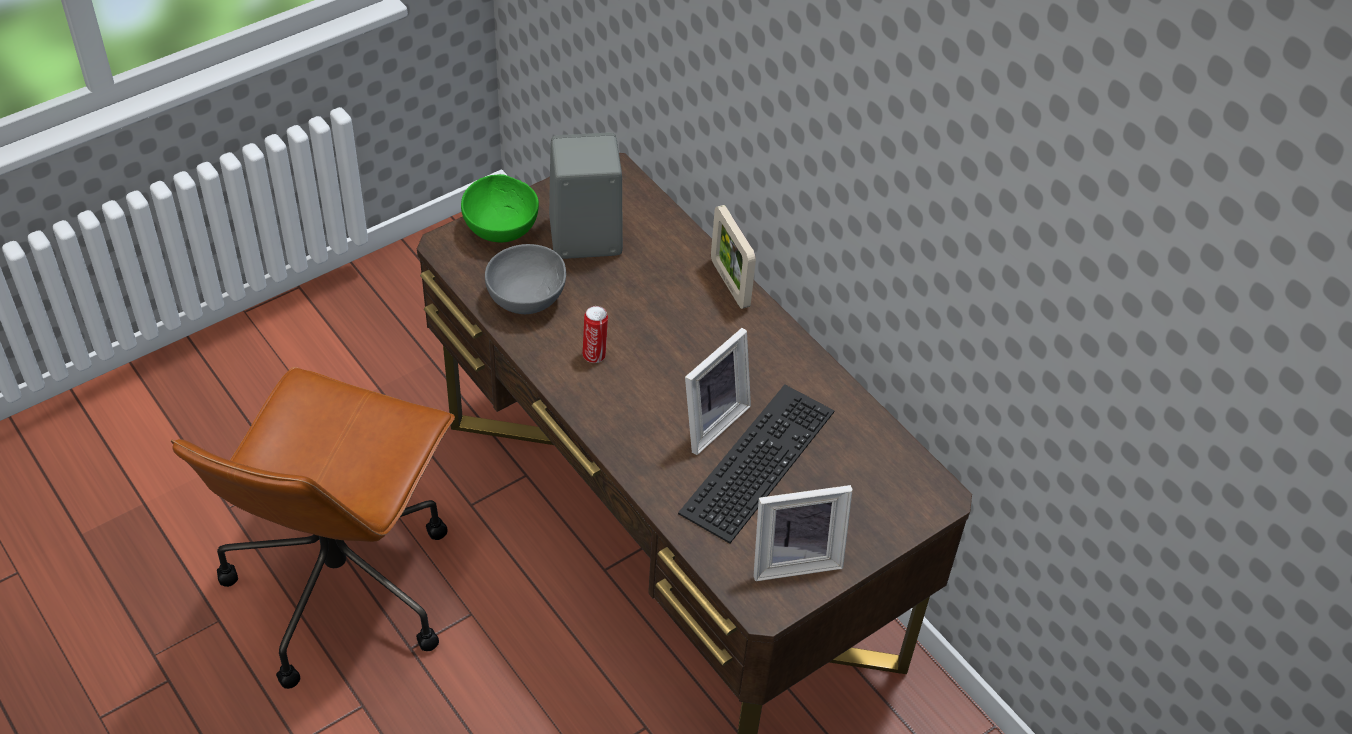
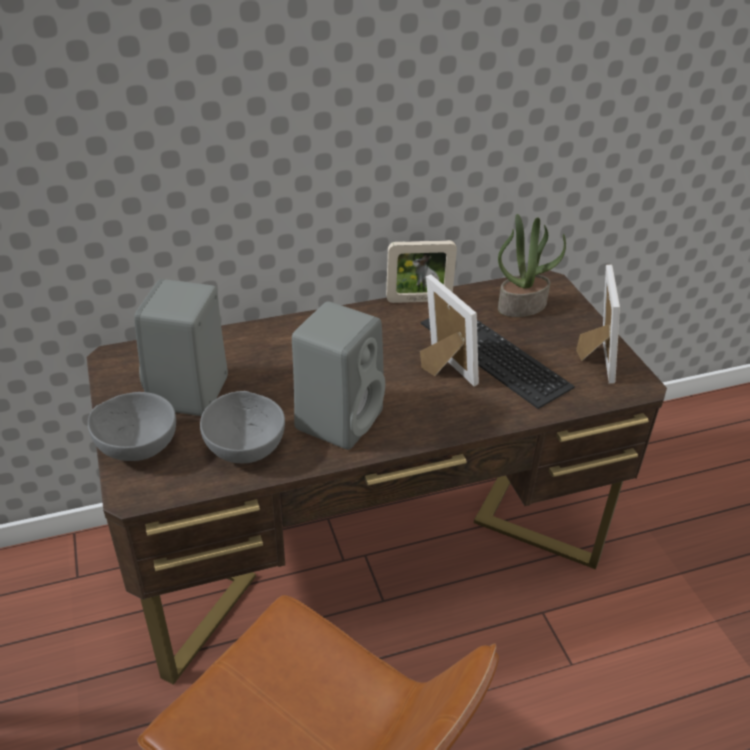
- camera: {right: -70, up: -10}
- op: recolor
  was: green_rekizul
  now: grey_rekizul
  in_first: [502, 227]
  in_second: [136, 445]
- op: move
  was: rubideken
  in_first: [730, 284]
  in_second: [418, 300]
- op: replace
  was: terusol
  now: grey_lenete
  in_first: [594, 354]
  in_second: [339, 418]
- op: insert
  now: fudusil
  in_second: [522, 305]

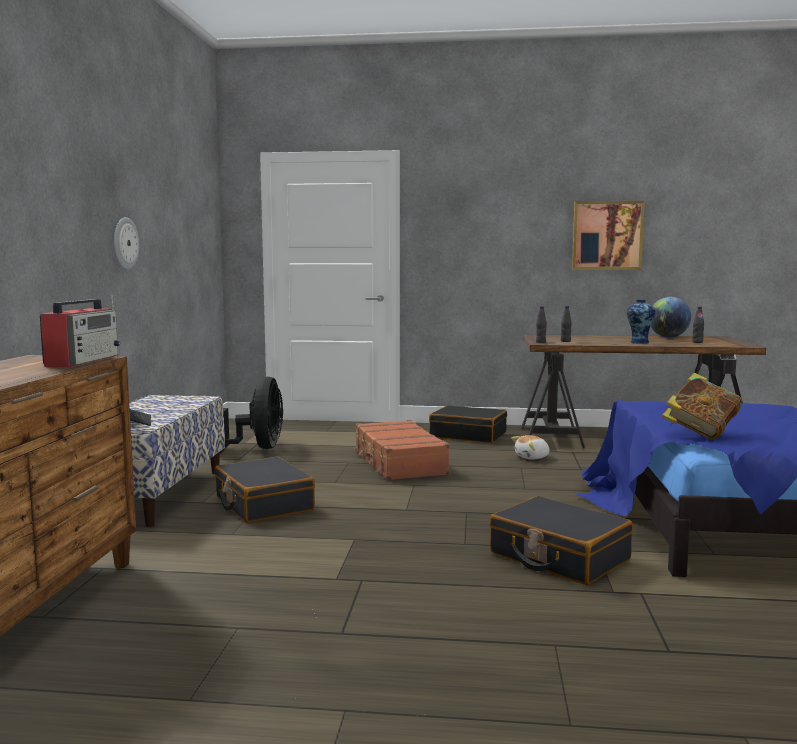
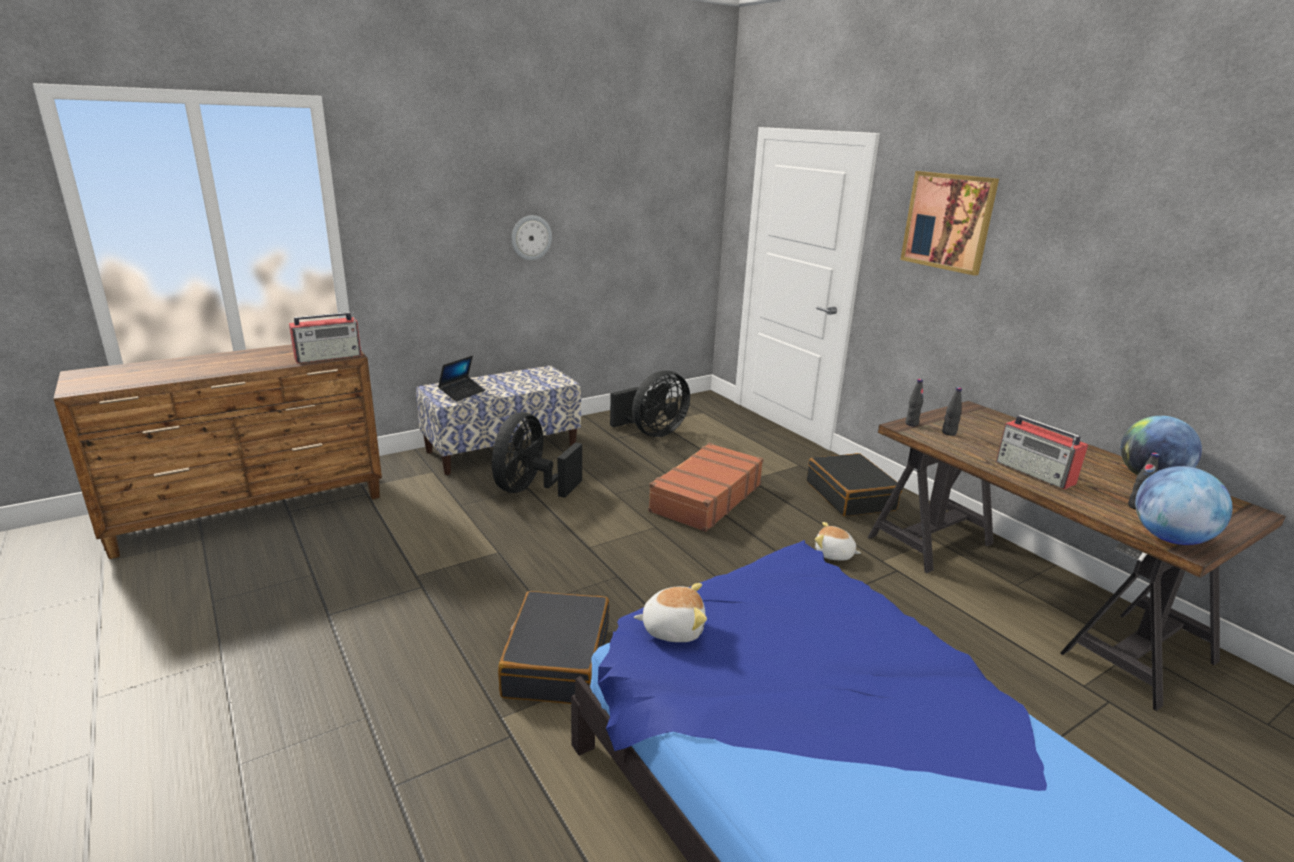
- camera: {right: 50, up: 15}
- op: move
  was: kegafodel
  in_first: [607, 235]
  in_second: [948, 221]
- op: replace
  was: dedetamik
  now: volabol
  in_first: [639, 343]
  in_second: [1035, 473]
- op: replace
  was: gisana
  now: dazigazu
  in_first: [700, 433]
  in_second: [672, 628]
- op: replace
  was: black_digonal
  now: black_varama
  in_first: [263, 504]
  in_second: [531, 489]
- op: insert
  now: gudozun
  in_second: [1169, 538]

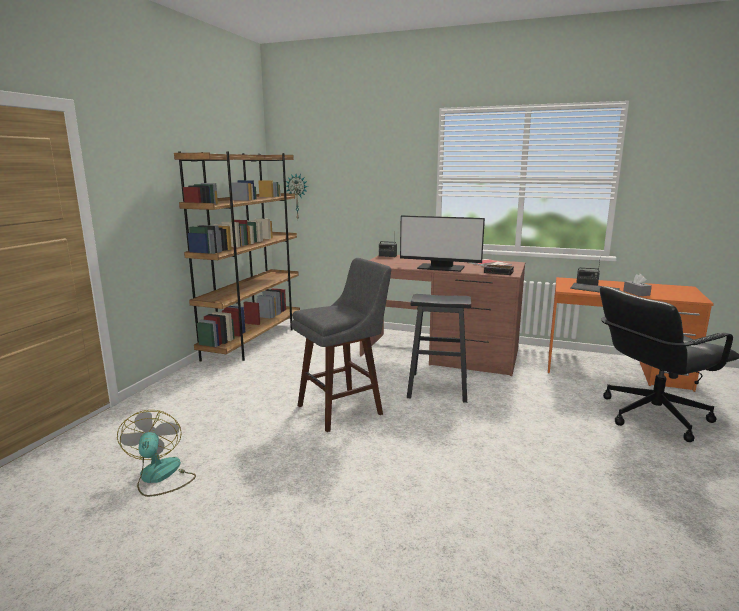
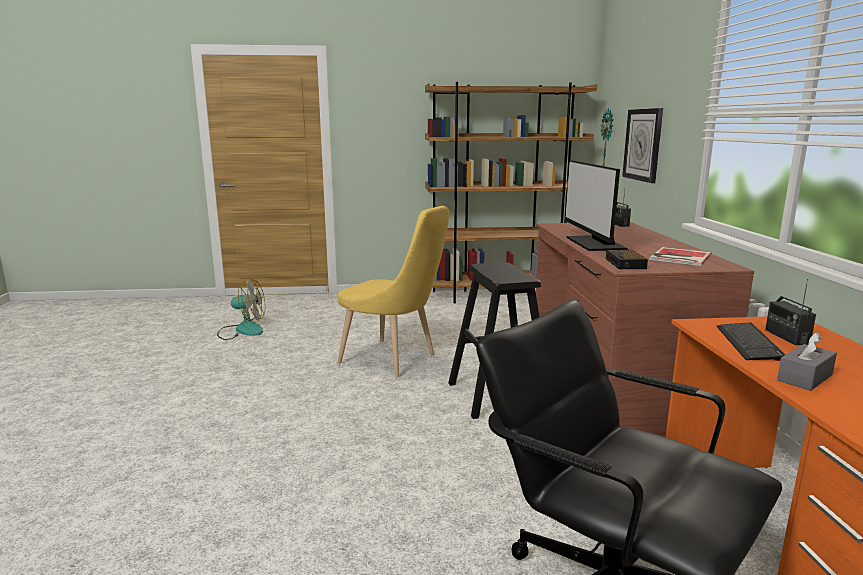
- camera: {right: 65, up: 0}
- op: replace
  was: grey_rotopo
  now: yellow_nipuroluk
  in_first: [343, 408]
  in_second: [393, 360]
- op: rotate
  was: varama
  in_first: [160, 477]
  in_second: [242, 330]
  clockwise: 45
- op: insert
  now: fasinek
  in_second: [643, 144]

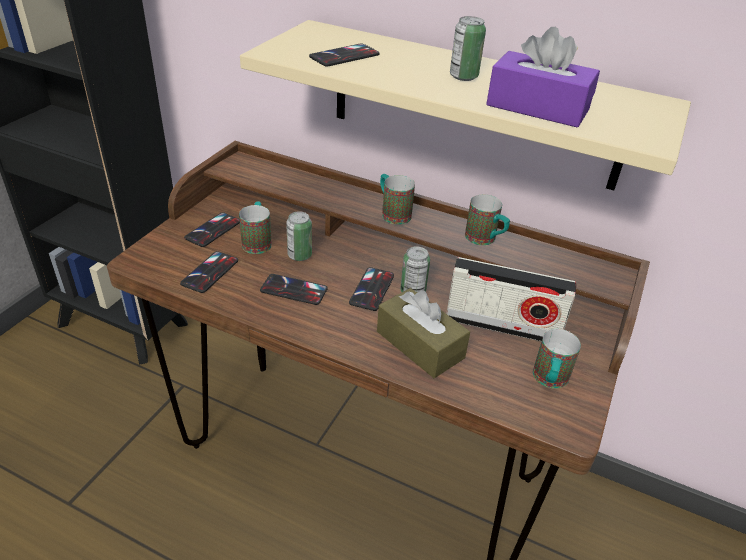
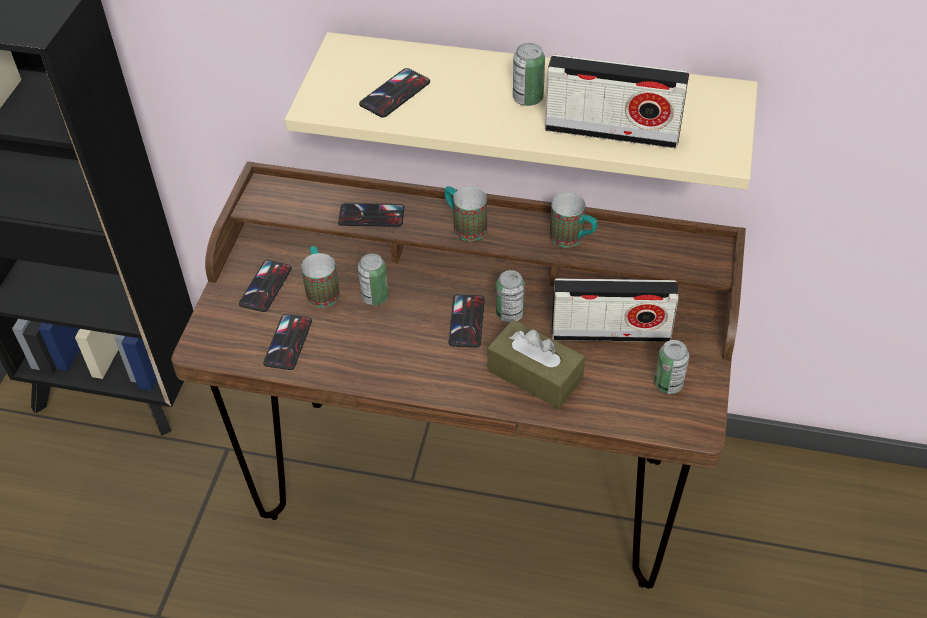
- camera: {right: -10, up: 10}
- op: replace
  was: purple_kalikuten
  now: volabol
  in_first: [537, 107]
  in_second: [612, 131]
- op: move
  was: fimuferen
  in_first: [293, 290]
  in_second: [371, 216]
- op: replace
  was: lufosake
  now: terusol
  in_first: [549, 381]
  in_second: [668, 384]

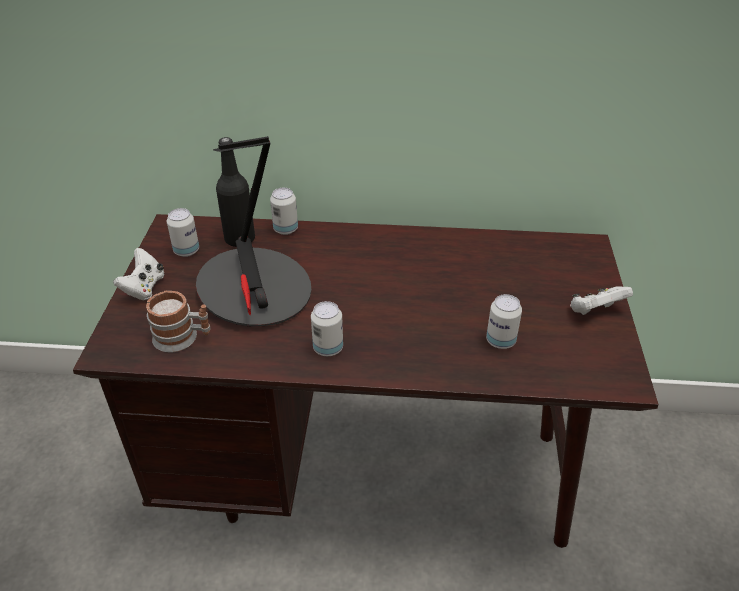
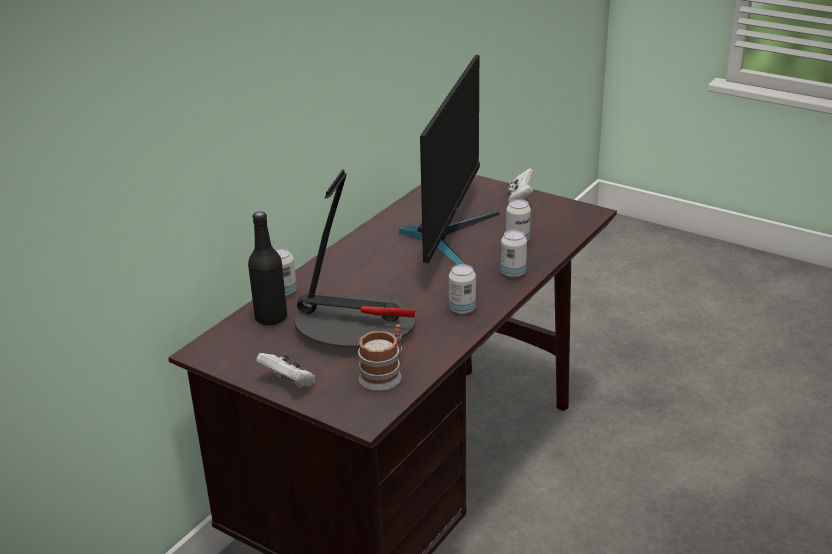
- camera: {right: -60, up: -10}
- op: move
  was: terusol
  in_first: [186, 251]
  in_second: [513, 273]
- op: insert
  now: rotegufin
  in_second: [448, 237]

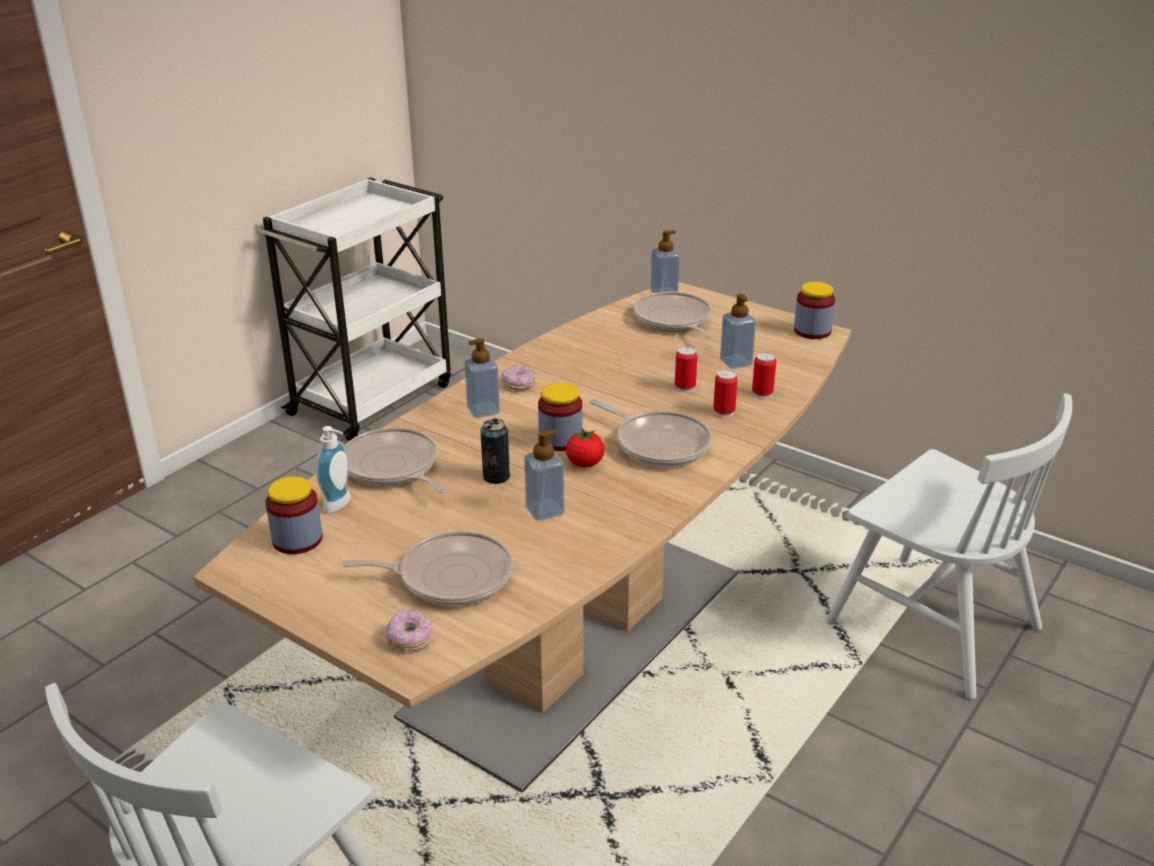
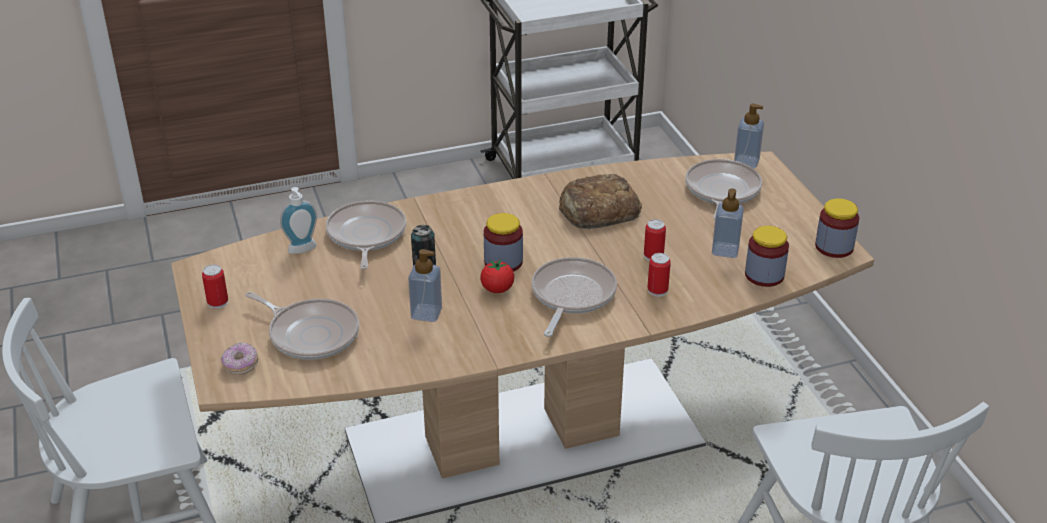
- camera: {right: 35, up: 5}
- op: delete
  was: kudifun
  in_first: [483, 410]
- op: move
  was: terusol
  in_first: [762, 393]
  in_second: [218, 302]
- op: delete
  was: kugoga
  in_first: [518, 385]
- op: rotate
  was: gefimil
  in_first: [658, 444]
  in_second: [571, 296]
  clockwise: -150
- op: move
  was: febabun
  in_first: [297, 540]
  in_second: [764, 275]
- op: insert
  now: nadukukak
  in_second: [597, 210]

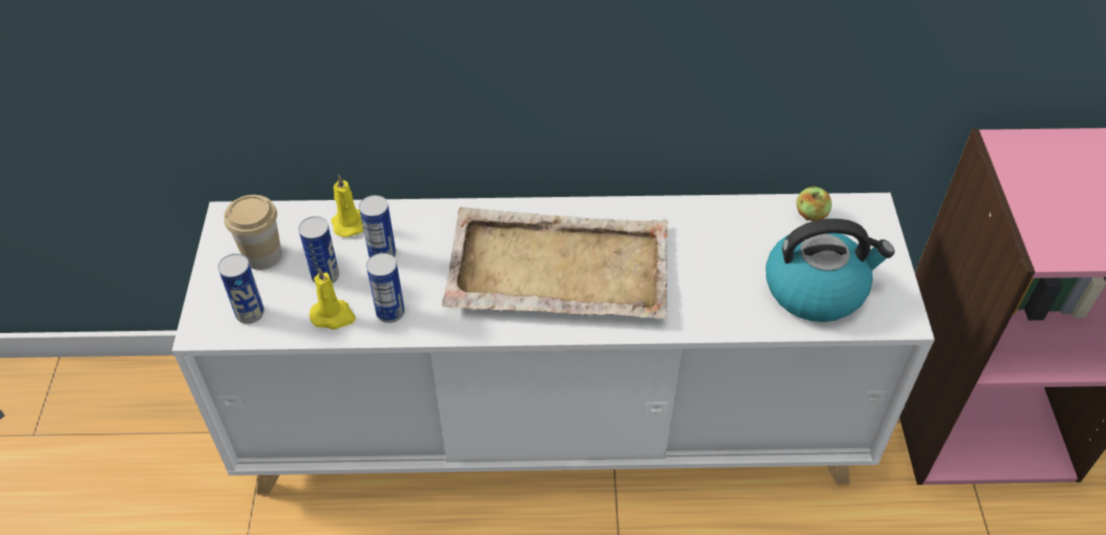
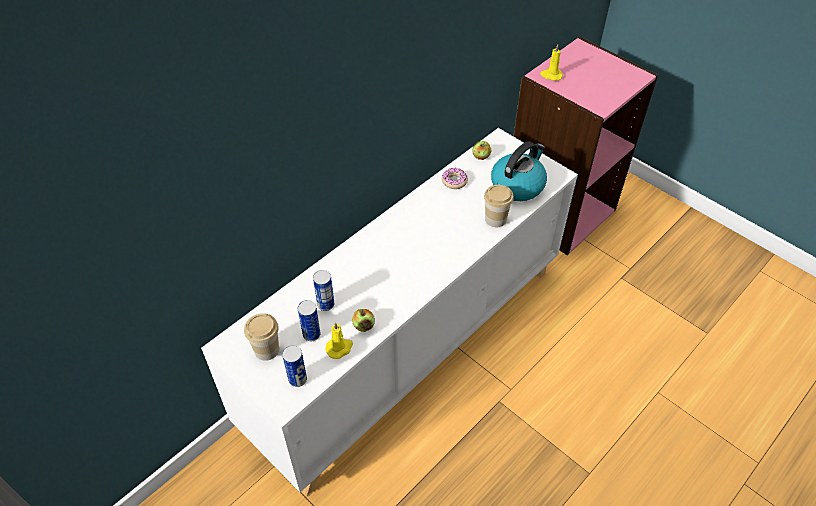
- camera: {right: -45, up: 0}
- op: move
  was: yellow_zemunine
  in_first: [348, 223]
  in_second: [551, 75]
- op: delete
  was: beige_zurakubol
  in_first: [556, 268]
- op: replace
  was: terusol
  now: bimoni
  in_first: [390, 312]
  in_second: [363, 326]
- op: insert
  now: kugoga
  in_second: [454, 181]
- op: insert
  now: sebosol
  in_second: [495, 219]

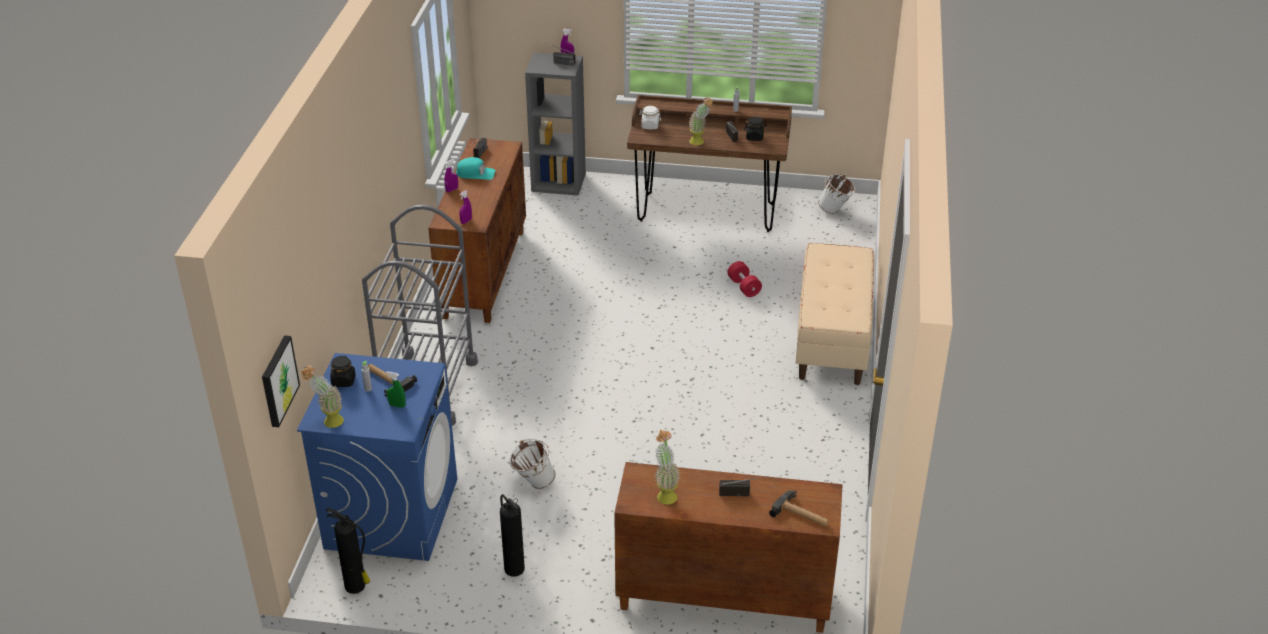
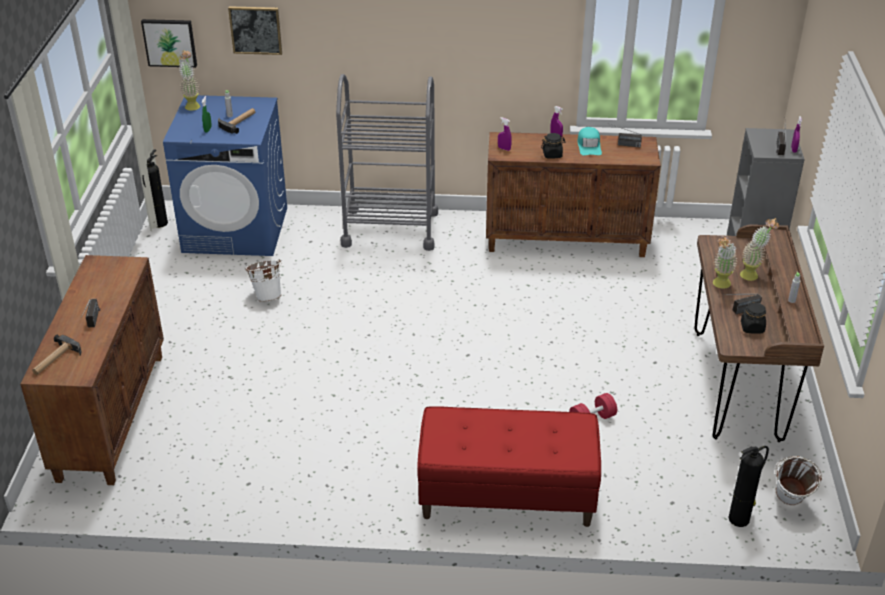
- camera: {right: 85, up: 0}
- op: delete
  was: white_febabun
  in_first: [650, 126]
- op: recolor
  was: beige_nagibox
  now: red_nagibox
  in_first: [832, 339]
  in_second: [506, 496]
- op: move
  was: black_febabun
  in_first: [343, 381]
  in_second: [552, 154]
- op: move
  was: fudusil
  in_first: [665, 493]
  in_second: [753, 274]
- op: move
  was: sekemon
  in_first: [513, 568]
  in_second: [740, 518]
- op: insert
  now: kegafodel
  in_second: [255, 30]

